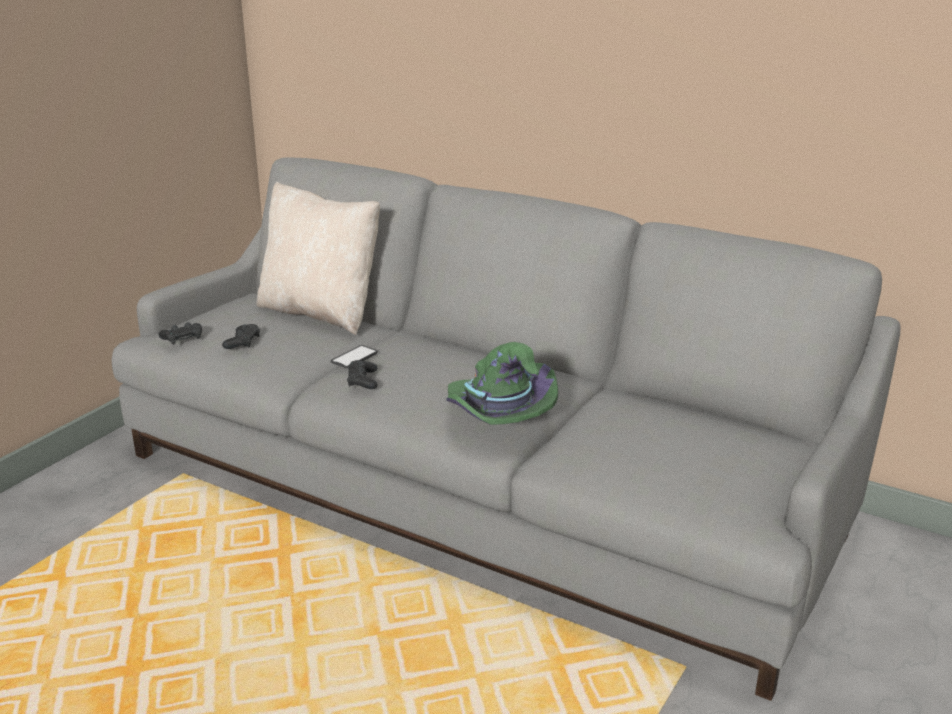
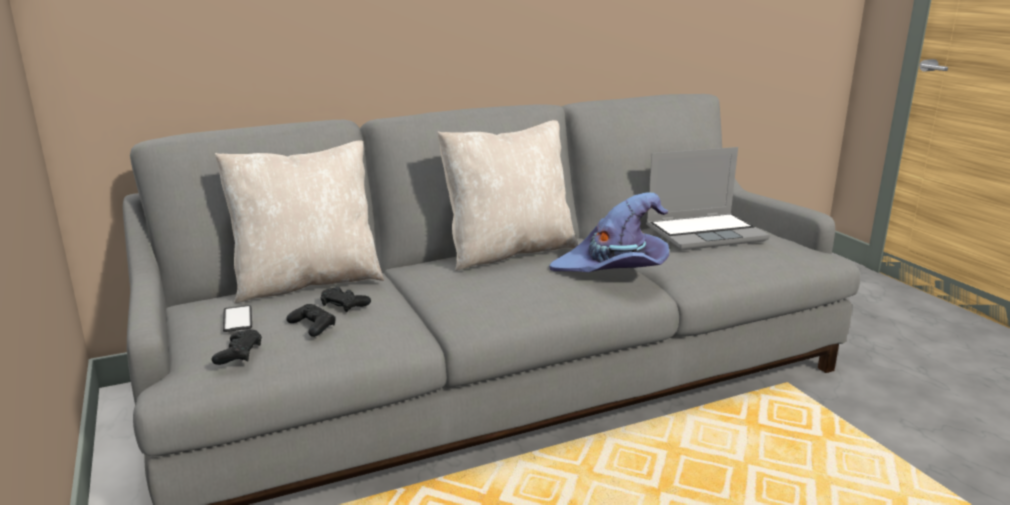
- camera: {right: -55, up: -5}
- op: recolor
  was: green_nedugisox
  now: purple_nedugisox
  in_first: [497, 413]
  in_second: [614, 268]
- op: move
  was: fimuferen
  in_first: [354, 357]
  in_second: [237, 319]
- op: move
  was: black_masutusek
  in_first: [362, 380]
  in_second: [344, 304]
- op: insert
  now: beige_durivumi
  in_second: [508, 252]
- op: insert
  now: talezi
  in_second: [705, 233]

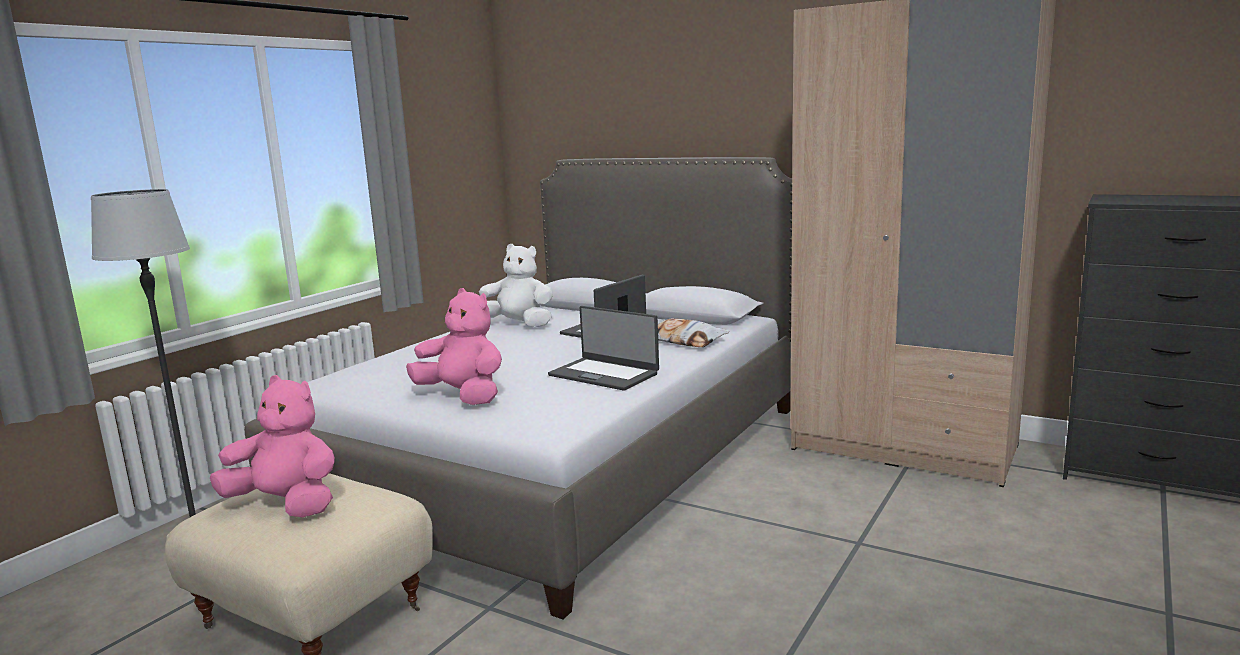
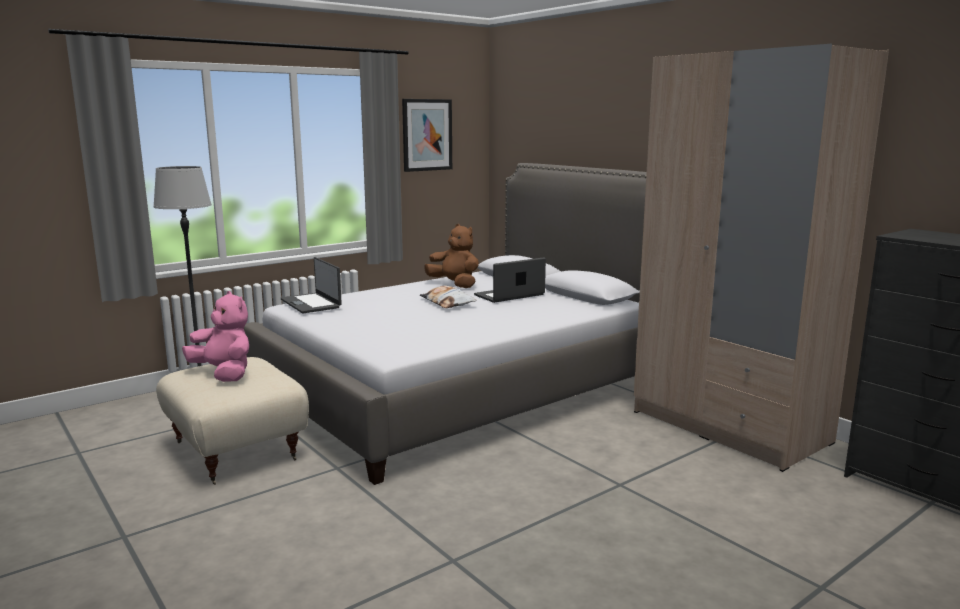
- camera: {right: 20, up: 0}
- op: recolor
  was: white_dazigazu
  now: brown_dazigazu
  in_first: [518, 324]
  in_second: [454, 285]
- op: delete
  was: pink_dazigazu
  in_first: [463, 396]
- op: move
  was: talezi
  in_first: [604, 374]
  in_second: [311, 303]
- op: move
  was: durivumi
  in_first: [684, 340]
  in_second: [447, 303]
- op: insert
  now: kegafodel
  in_second: [427, 135]

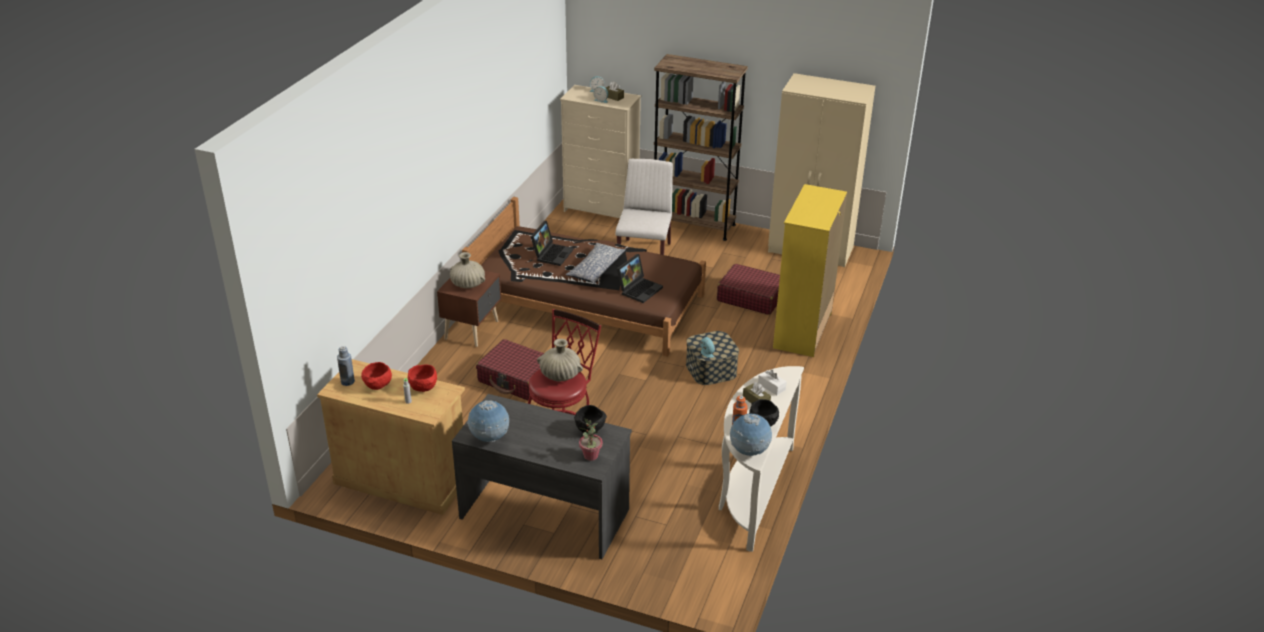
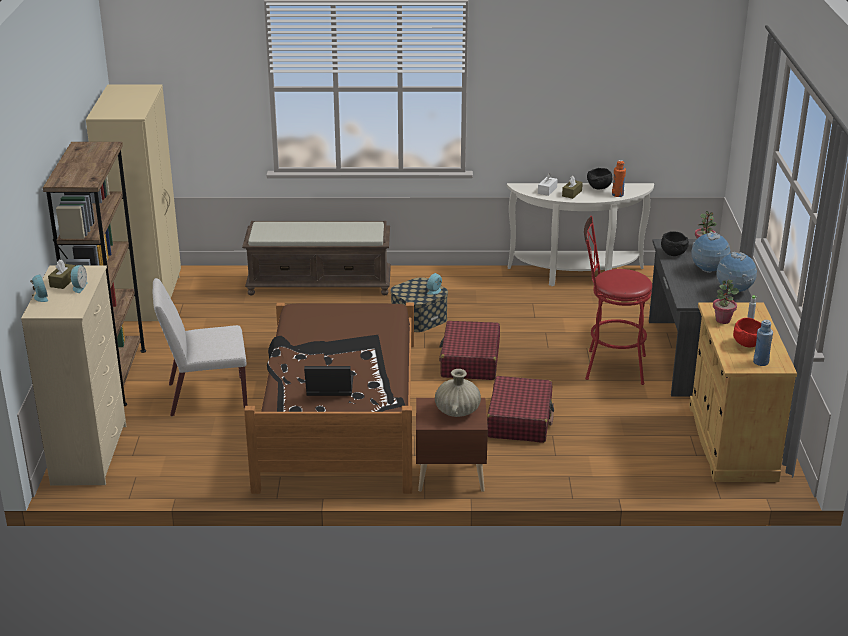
- camera: {right: -110, up: -5}
- op: replace
  was: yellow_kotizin
  now: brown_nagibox
  in_first: [801, 331]
  in_second: [320, 284]
- op: delete
  was: durivumi
  in_first: [595, 269]
- op: delete
  was: talezi
  in_first: [639, 289]
- op: move
  was: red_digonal
  in_first: [751, 297]
  in_second: [470, 361]
- op: delete
  was: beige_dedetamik
  in_first: [560, 375]
- op: replace
  was: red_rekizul
  now: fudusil
  in_first: [424, 388]
  in_second: [722, 320]
- op: move
  was: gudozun
  in_first: [749, 452]
  in_second: [708, 271]

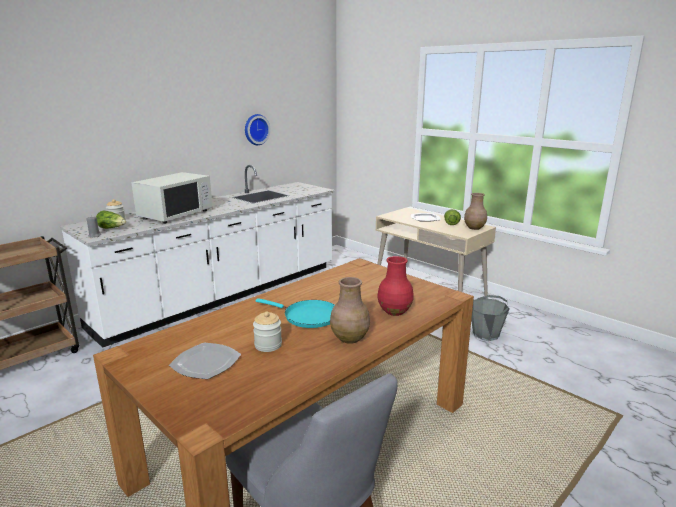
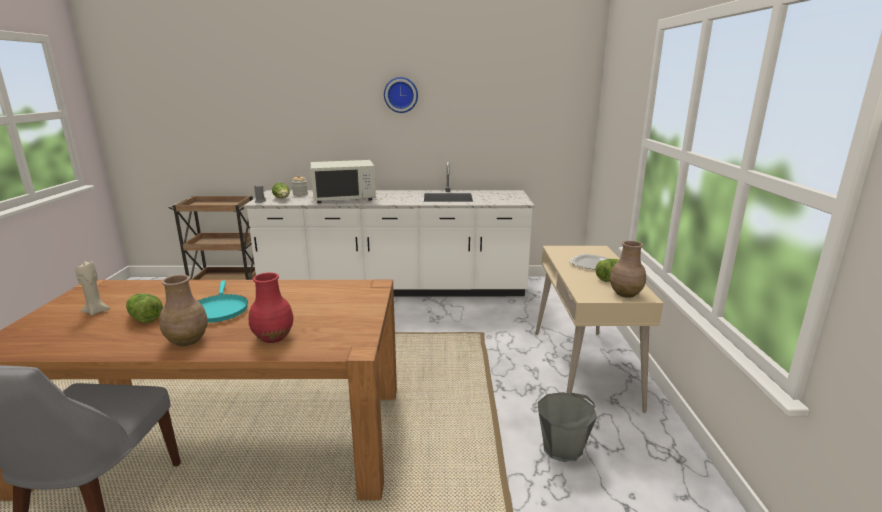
- camera: {right: 45, up: 0}
- op: move
  was: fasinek
  in_first: [255, 129]
  in_second: [401, 95]
- op: replace
  was: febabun
  now: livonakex
  in_first: [268, 345]
  in_second: [144, 318]
- op: replace
  was: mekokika
  now: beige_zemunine
  in_first: [206, 363]
  in_second: [96, 311]

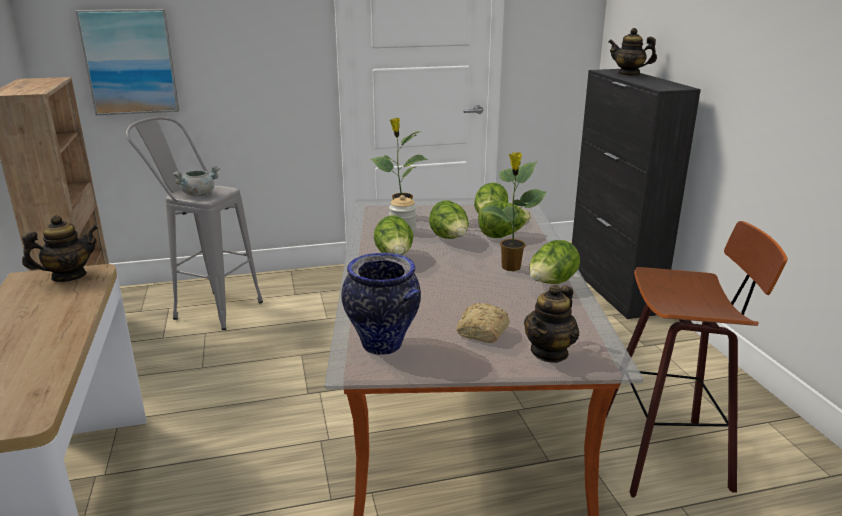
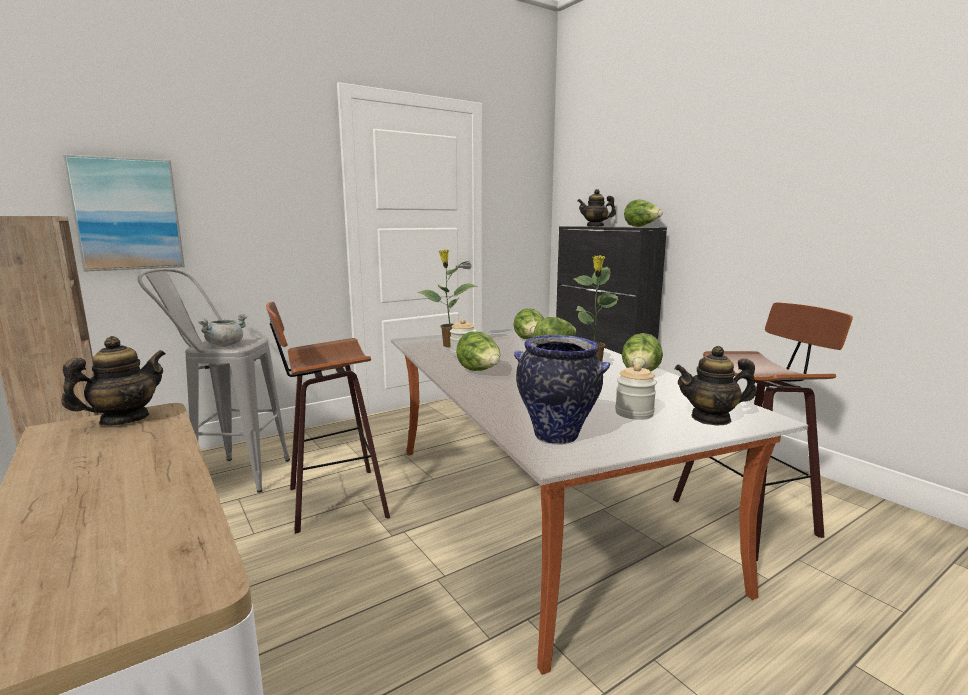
- camera: {right: -20, up: -10}
- op: move
  was: livonakex
  in_first: [450, 239]
  in_second: [641, 226]
- op: rotate
  was: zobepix
  in_first: [549, 352]
  in_second: [711, 418]
  clockwise: 75
- op: replace
  was: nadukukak
  now: febabun
  in_first: [482, 332]
  in_second: [634, 413]
- op: insert
  now: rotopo
  in_second: [333, 501]

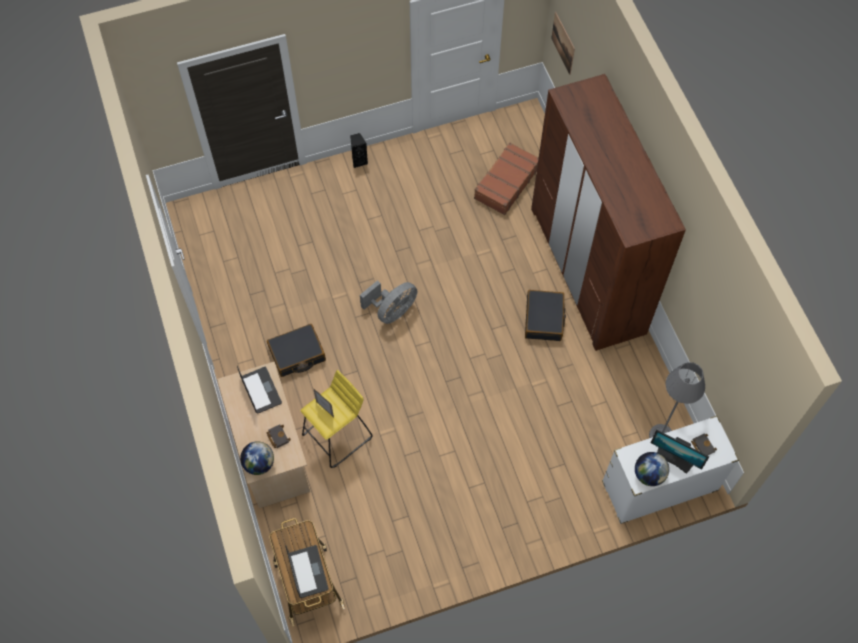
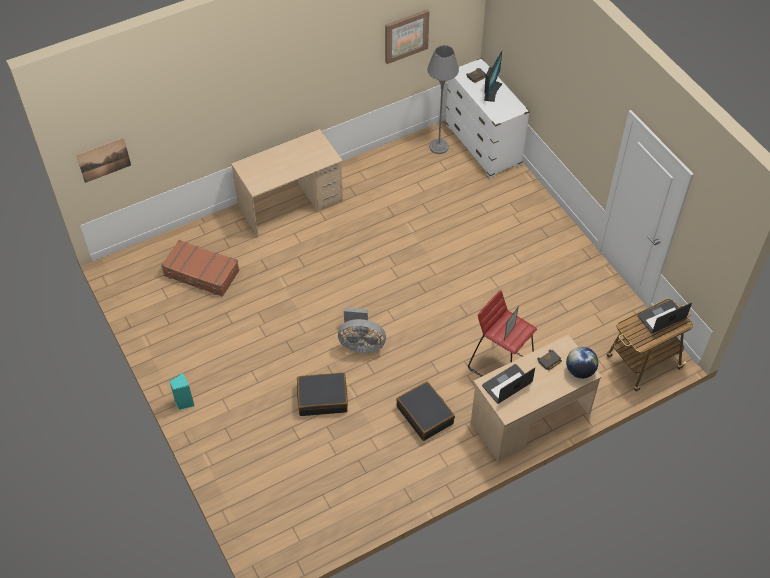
- camera: {right: -100, up: -10}
- op: replace
  was: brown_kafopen
  now: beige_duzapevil
  in_first: [587, 270]
  in_second: [291, 205]
- op: recolor
  was: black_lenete
  now: turquoise_lenete
  in_first: [359, 161]
  in_second: [184, 402]
- op: rotate
  was: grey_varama
  in_first: [392, 311]
  in_second: [361, 344]
  clockwise: 150
- op: move
  was: black_digonal
  in_first: [544, 319]
  in_second: [322, 398]
- op: recolor
  was: yellow_rotopo
  now: red_rotopo
  in_first: [338, 436]
  in_second: [501, 365]
- op: delete
  was: gudozun
  in_first: [649, 474]
- op: insert
  now: kegafodel
  in_second: [406, 36]

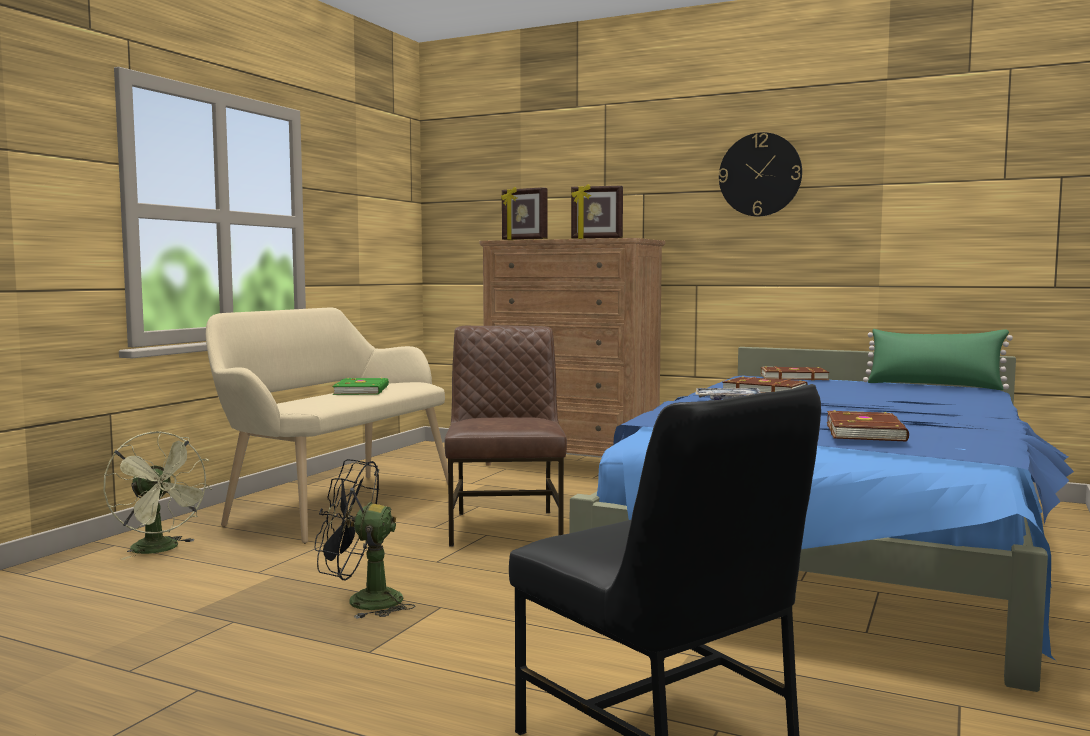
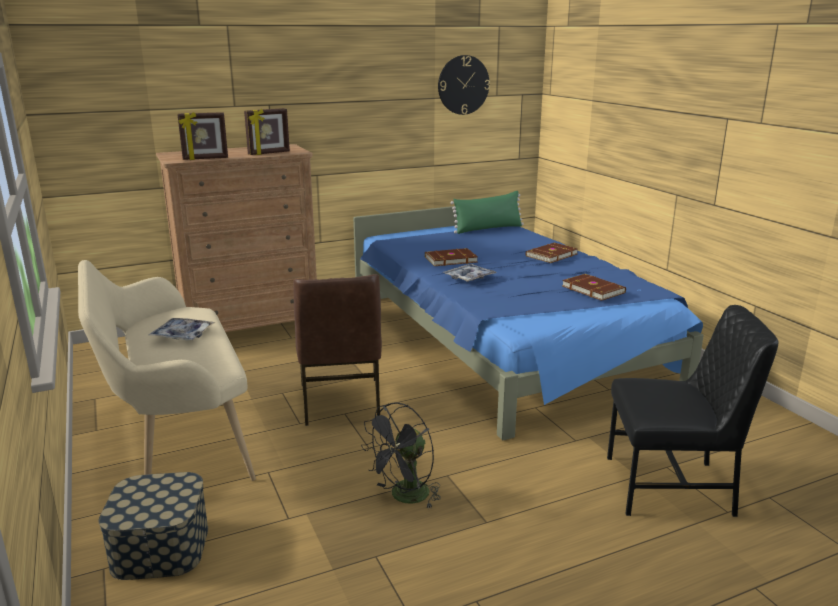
- camera: {right: -50, up: 15}
- op: move
  was: fasinek
  in_first: [760, 174]
  in_second: [463, 85]
- op: rotate
  was: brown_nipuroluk
  in_first: [506, 527]
  in_second: [340, 402]
  clockwise: -135
- op: move
  was: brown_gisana
  in_first: [793, 377]
  in_second: [550, 255]
- op: replace
  was: green_gisana
  now: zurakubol
  in_first: [363, 390]
  in_second: [183, 335]
- op: replace
  was: green_varama
  now: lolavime
  in_first: [161, 550]
  in_second: [160, 547]

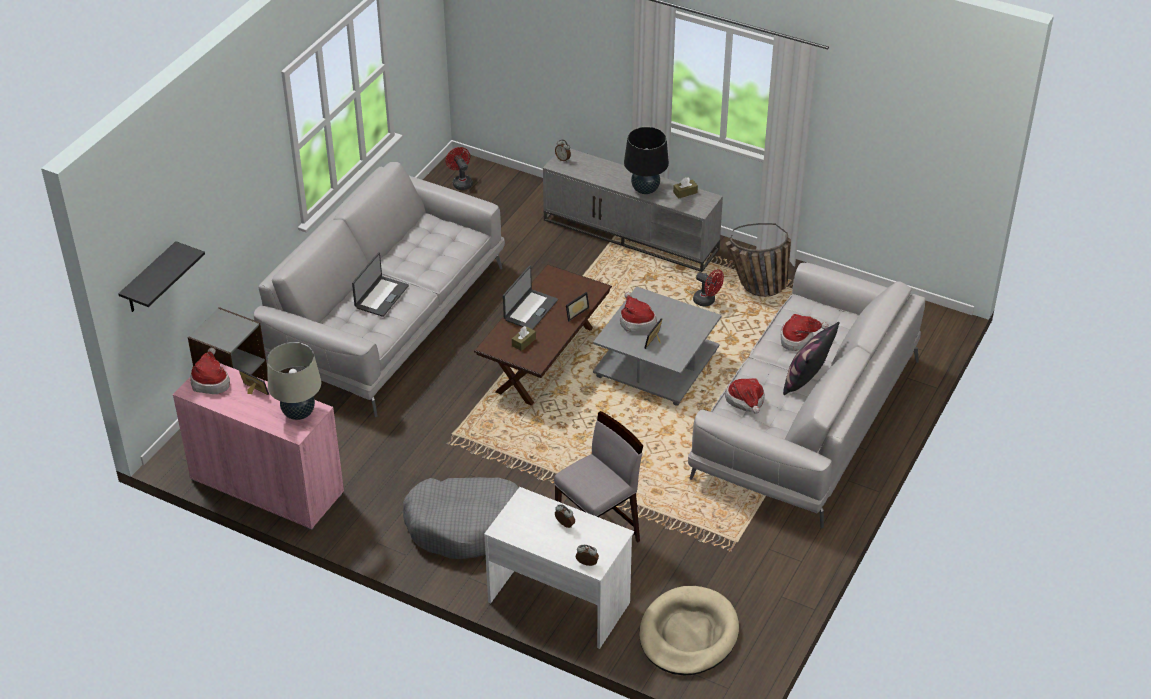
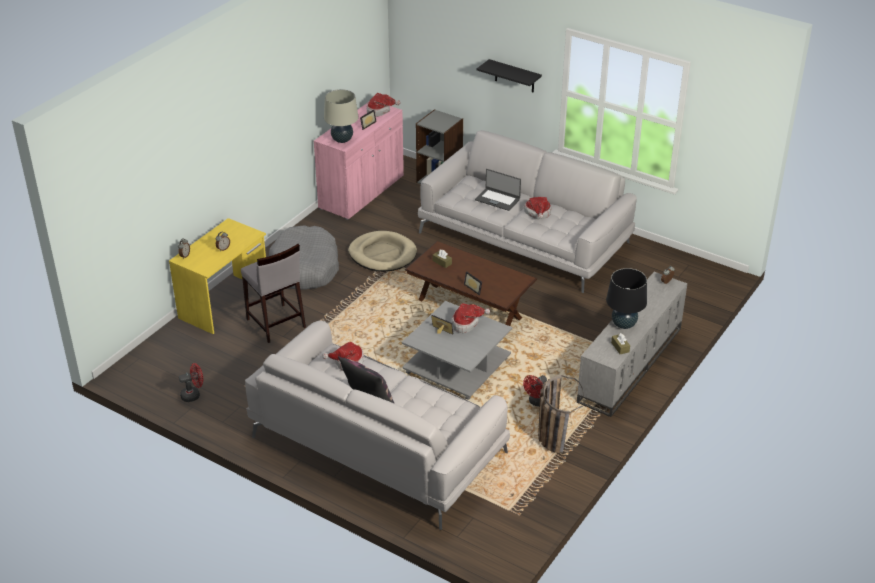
- camera: {right: 95, up: -5}
- op: move
  was: red_varama
  in_first: [461, 182]
  in_second: [193, 395]
- op: move
  was: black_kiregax
  in_first: [150, 279]
  in_second: [514, 76]
- op: delete
  was: talezi
  in_first: [530, 310]
- op: move
  was: nedugisox
  in_first: [798, 339]
  in_second: [538, 214]
- op: recolor
  was: white_duzapevil
  now: yellow_duzapevil
  in_first: [559, 601]
  in_second: [225, 303]
- op: move
  was: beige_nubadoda
  in_first: [688, 634]
  in_second: [382, 254]

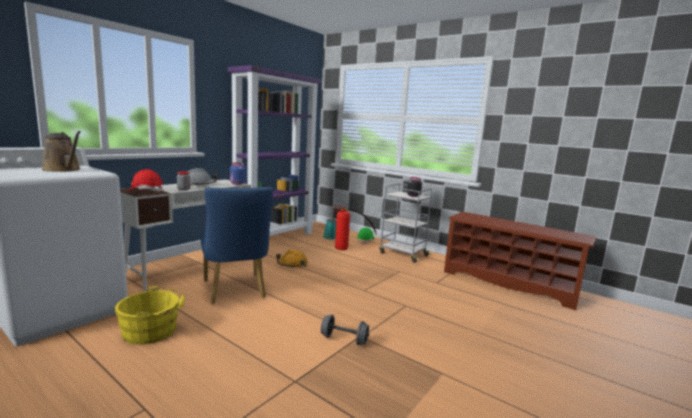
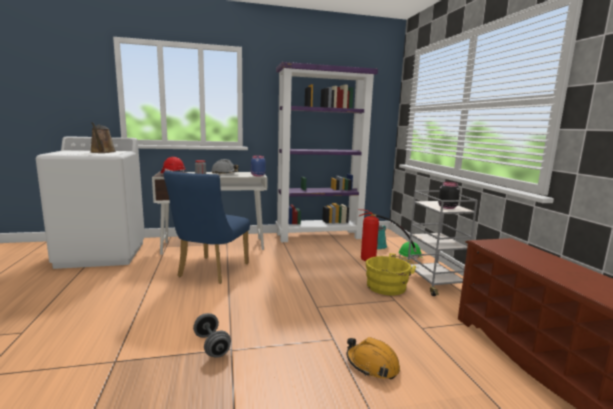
- camera: {right: 40, up: 0}
- op: move
  was: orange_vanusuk
  in_first: [292, 264]
  in_second: [372, 365]
- op: move
  was: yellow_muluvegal
  in_first: [153, 330]
  in_second: [388, 287]

